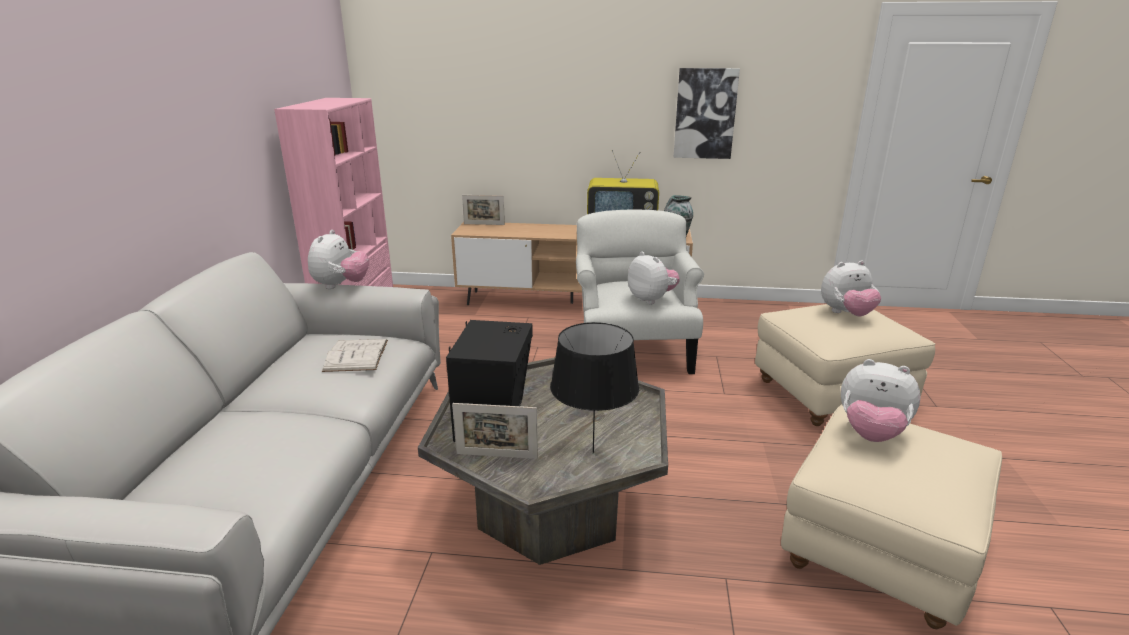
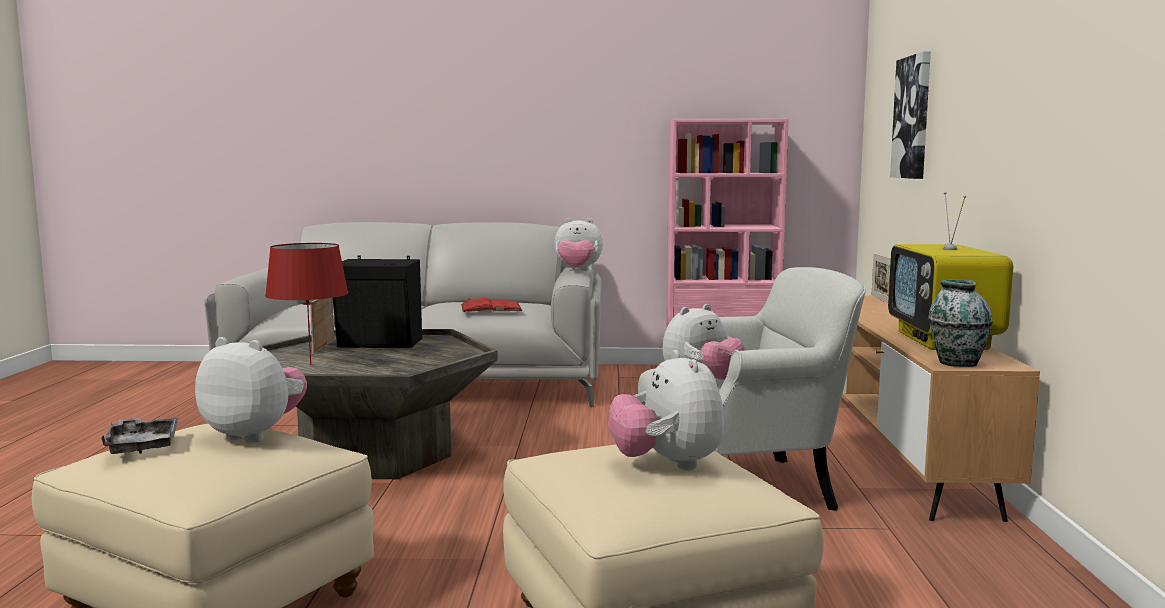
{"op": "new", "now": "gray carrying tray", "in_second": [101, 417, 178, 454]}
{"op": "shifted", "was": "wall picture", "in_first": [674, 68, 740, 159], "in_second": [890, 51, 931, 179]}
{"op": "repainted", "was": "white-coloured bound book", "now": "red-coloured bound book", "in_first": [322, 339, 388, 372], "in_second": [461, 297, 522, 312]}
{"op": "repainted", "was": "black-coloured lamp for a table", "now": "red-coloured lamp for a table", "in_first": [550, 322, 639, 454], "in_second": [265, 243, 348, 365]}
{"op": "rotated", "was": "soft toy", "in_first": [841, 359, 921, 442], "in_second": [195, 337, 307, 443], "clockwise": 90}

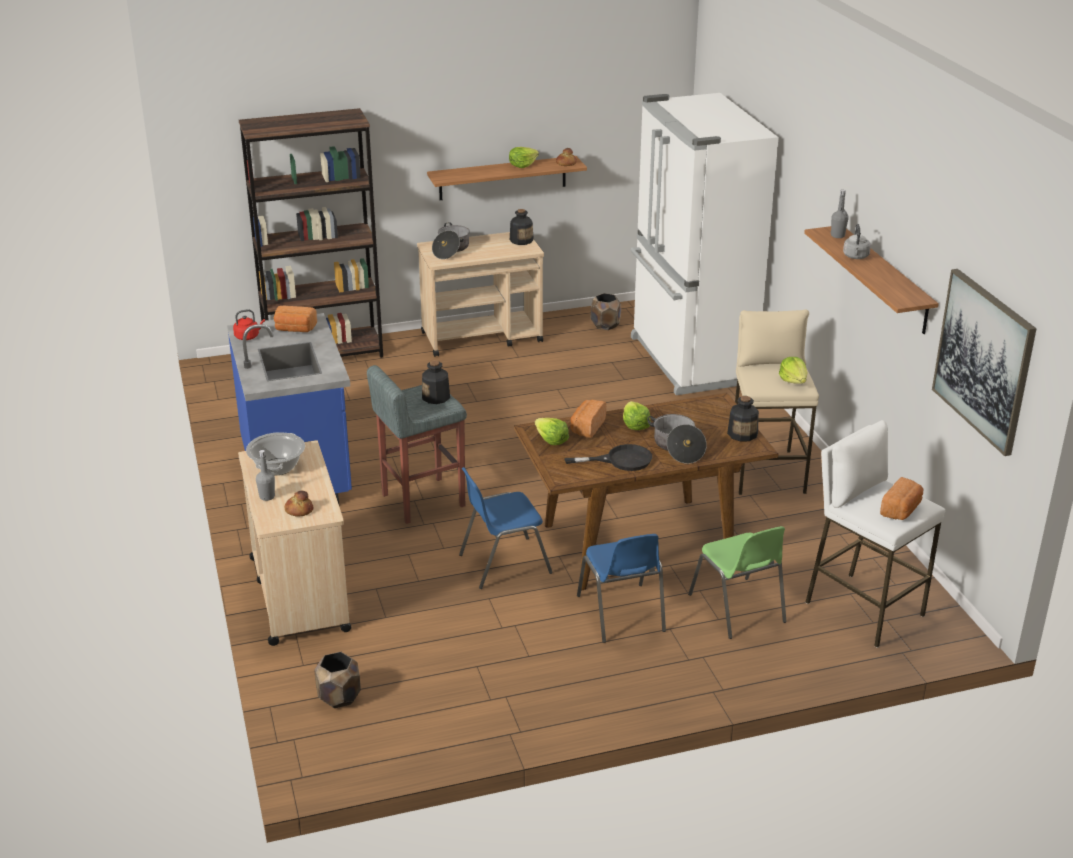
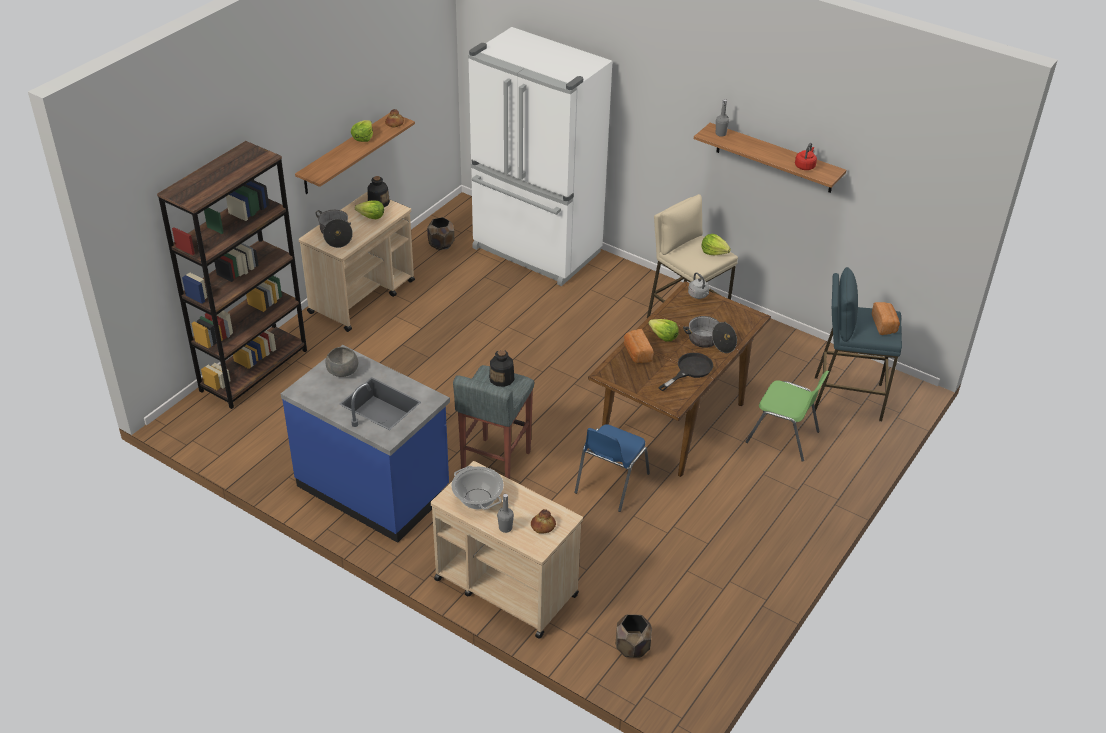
{"op": "gone", "was": "blue upright chair", "in_first": [577, 534, 666, 643]}
{"op": "gone", "was": "beverage bottle", "in_first": [727, 396, 759, 441]}
{"op": "gone", "was": "wall picture", "in_first": [932, 269, 1036, 456]}
{"op": "shifted", "was": "red-coloured tea kettle", "in_first": [233, 309, 265, 340], "in_second": [795, 143, 817, 170]}
{"op": "shifted", "was": "head of lettuce", "in_first": [535, 418, 569, 445], "in_second": [355, 201, 384, 219]}
{"op": "shifted", "was": "gray tea kettle", "in_first": [843, 224, 871, 259], "in_second": [688, 273, 709, 299]}
{"op": "swapped", "was": "baked bread", "now": "gray serving bowl", "in_first": [274, 306, 317, 332], "in_second": [325, 347, 358, 377]}
{"op": "repainted", "was": "white-coloured sitting stool", "now": "blue sitting stool", "in_first": [805, 420, 945, 648], "in_second": [815, 267, 902, 421]}

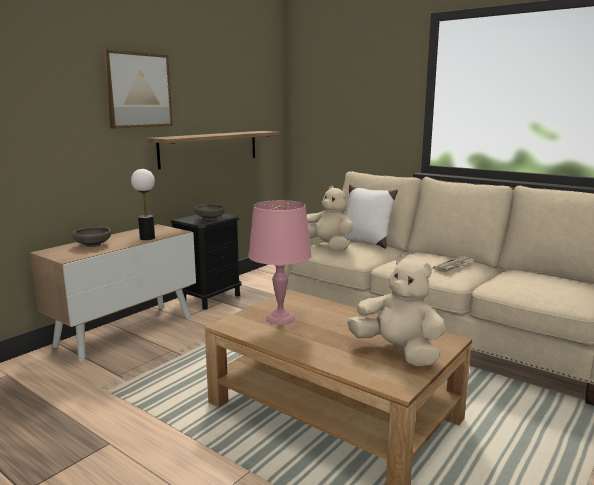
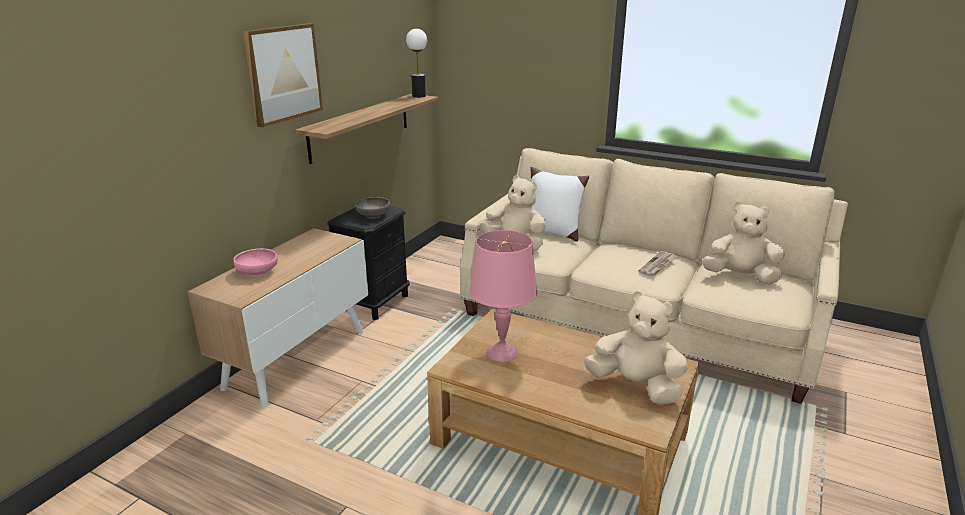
{"op": "new", "now": "beige-coloured soft toy", "in_second": [702, 202, 785, 285]}
{"op": "shifted", "was": "lamp for a table", "in_first": [131, 169, 155, 240], "in_second": [406, 29, 427, 98]}
{"op": "repainted", "was": "gray serving bowl", "now": "pink-coloured serving bowl", "in_first": [73, 227, 111, 247], "in_second": [233, 248, 278, 276]}

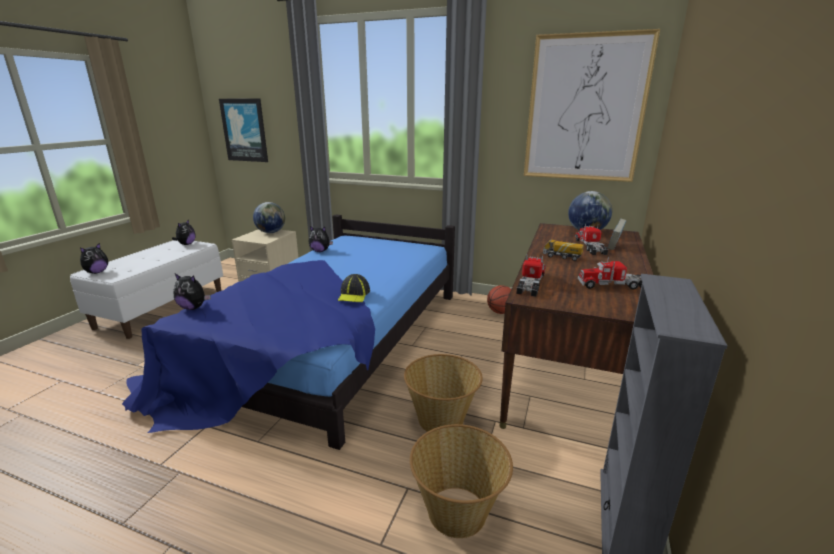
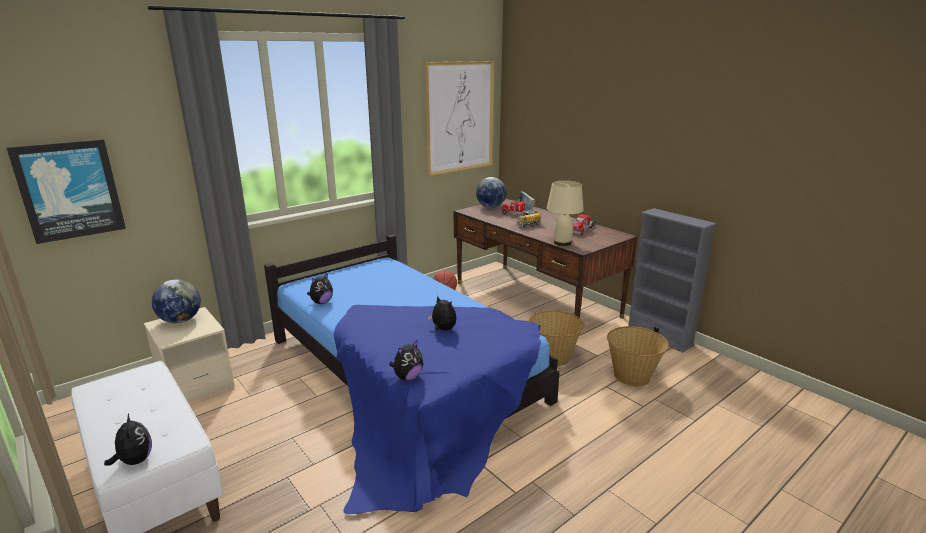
{"op": "gone", "was": "baseball cap", "in_first": [338, 274, 370, 302]}
{"op": "shifted", "was": "soft toy", "in_first": [172, 219, 196, 245], "in_second": [428, 296, 457, 331]}
{"op": "swapped", "was": "toy lorry", "now": "beige-coloured lamp for a table", "in_first": [516, 254, 546, 297], "in_second": [547, 181, 584, 246]}

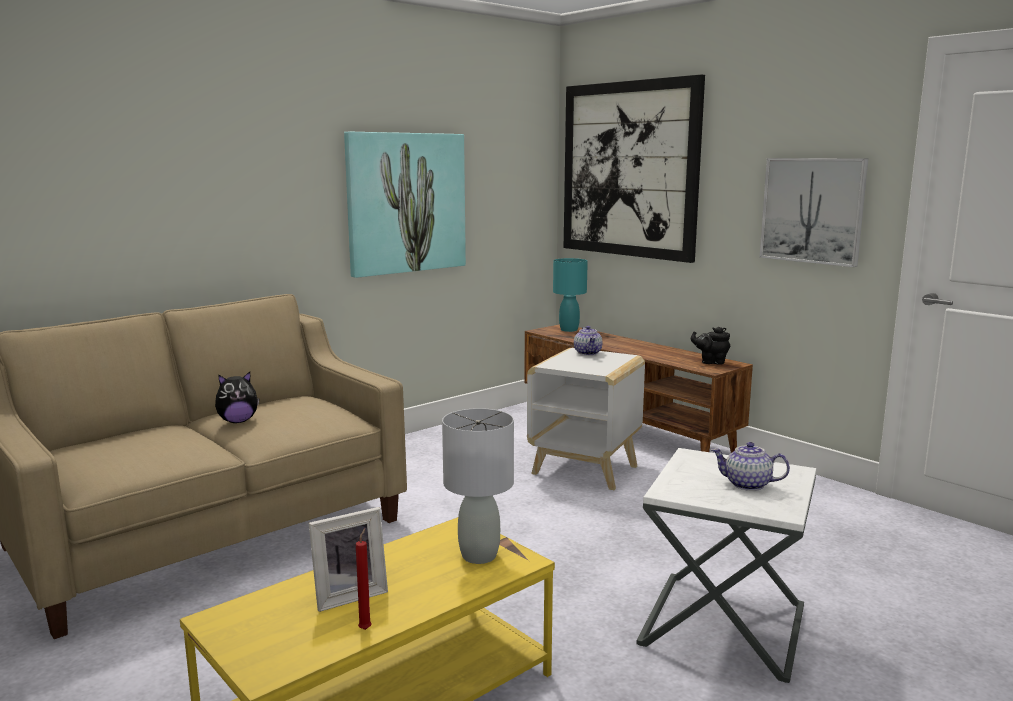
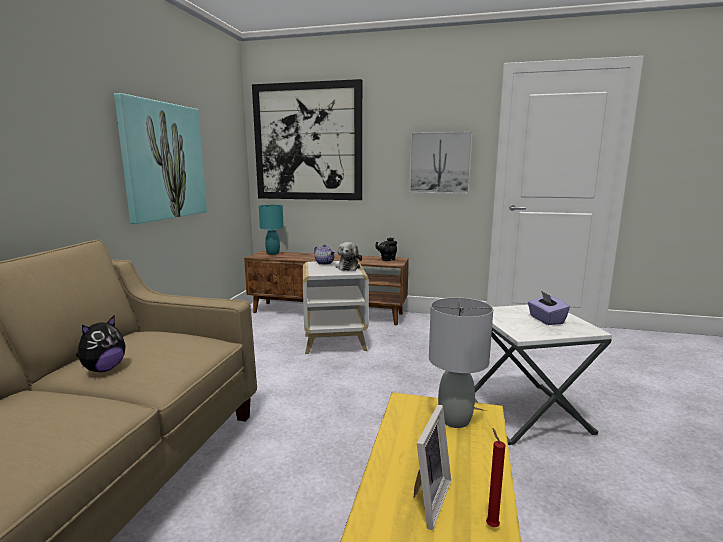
{"op": "new", "now": "soft toy", "in_second": [335, 242, 362, 271]}
{"op": "swapped", "was": "teapot", "now": "purple-coloured tissue box", "in_first": [711, 442, 790, 491], "in_second": [528, 291, 570, 325]}

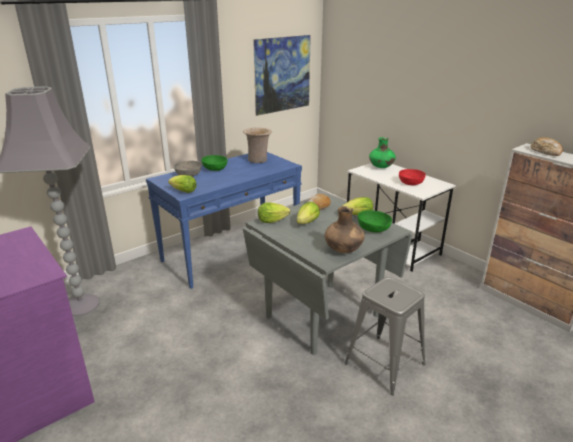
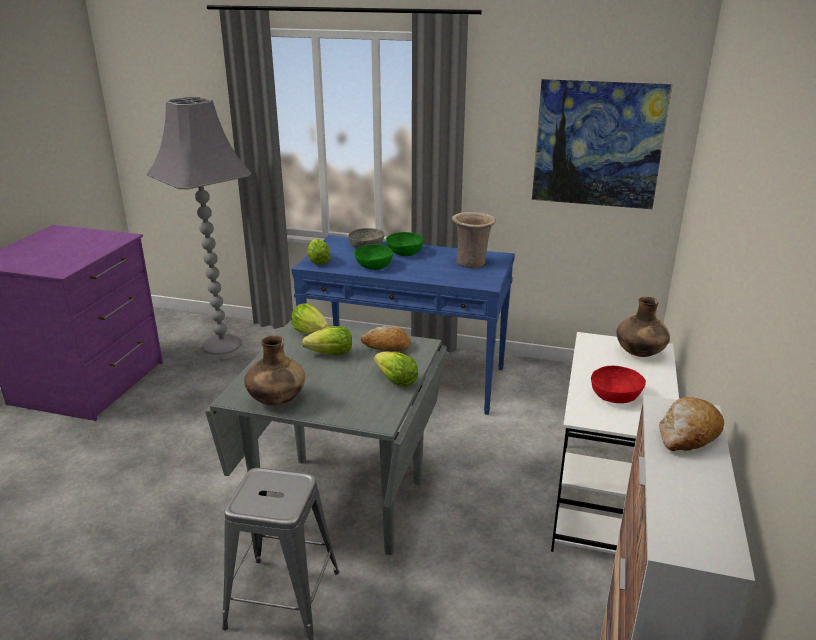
{"op": "shifted", "was": "green serving bowl", "in_first": [358, 210, 392, 233], "in_second": [354, 244, 393, 270]}
{"op": "repainted", "was": "green decorative vase", "now": "brownish decorative vase", "in_first": [369, 137, 396, 168], "in_second": [616, 297, 670, 357]}

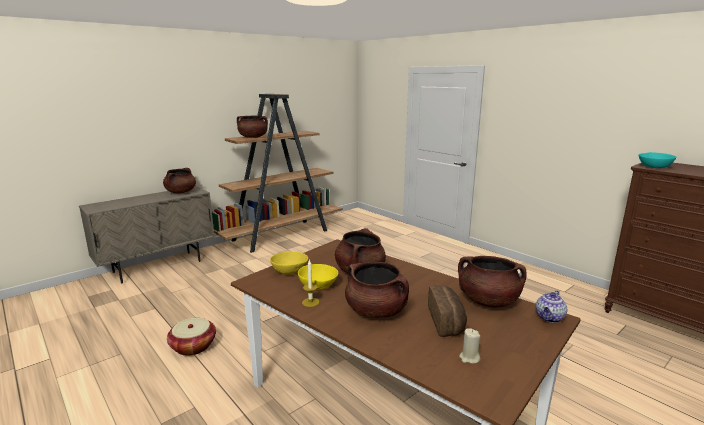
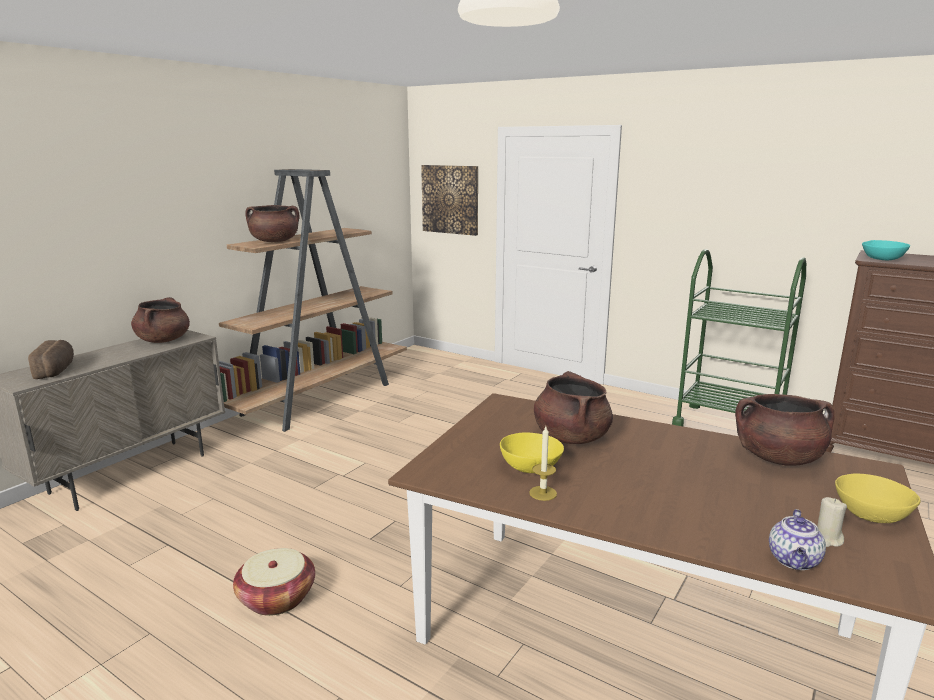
{"op": "gone", "was": "brownish cooking pot", "in_first": [345, 262, 409, 318]}
{"op": "new", "now": "wall picture", "in_second": [421, 165, 478, 236]}
{"op": "new", "now": "green wheeled cart", "in_second": [672, 249, 806, 426]}
{"op": "shifted", "was": "yellowish serving bowl", "in_first": [270, 252, 308, 275], "in_second": [835, 474, 921, 523]}
{"op": "shifted", "was": "baked bread", "in_first": [428, 286, 467, 337], "in_second": [28, 340, 74, 379]}
{"op": "shifted", "was": "teapot", "in_first": [535, 290, 567, 323], "in_second": [769, 509, 826, 570]}

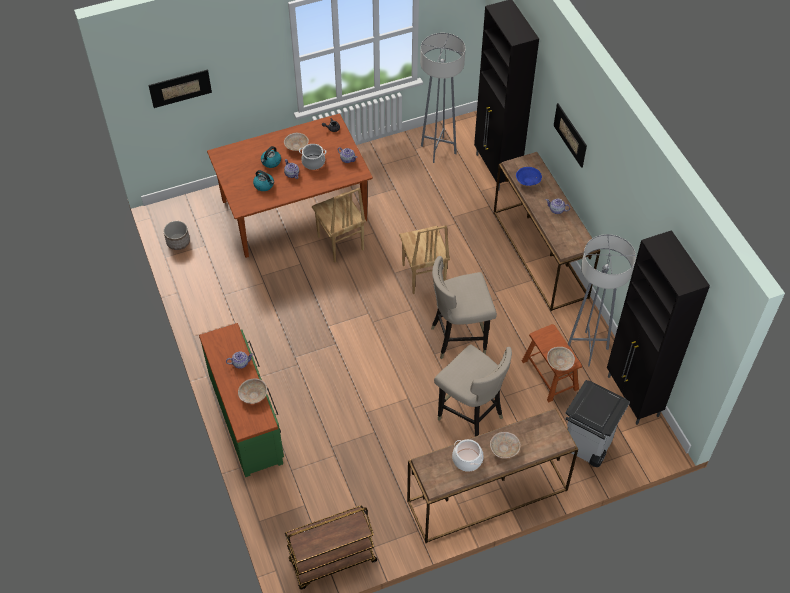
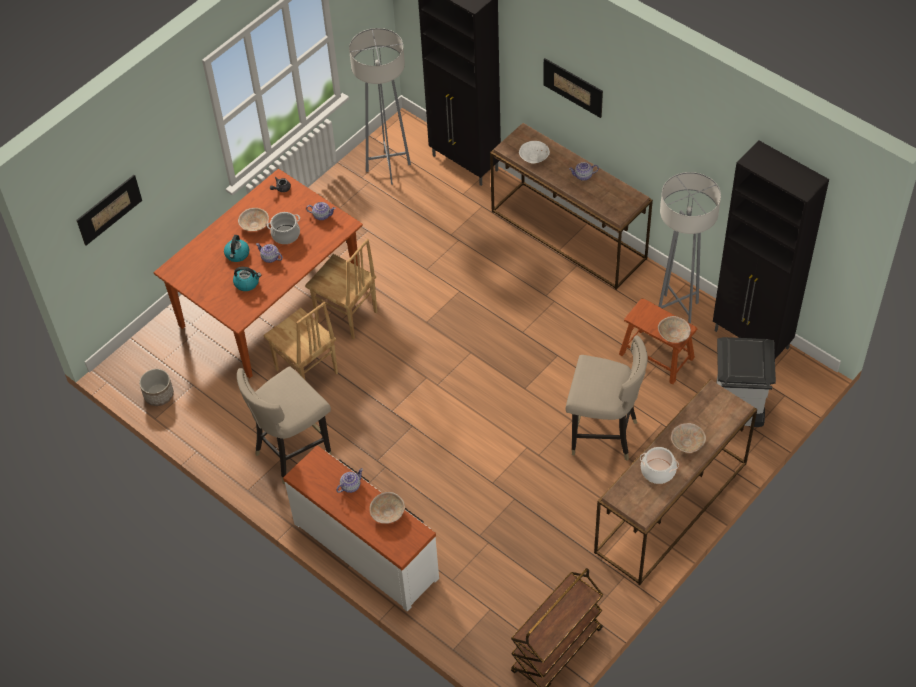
{"op": "shifted", "was": "brownish upright chair", "in_first": [399, 225, 450, 294], "in_second": [263, 302, 338, 380]}
{"op": "shifted", "was": "beige-coloured sitting stool", "in_first": [431, 256, 497, 359], "in_second": [237, 367, 332, 484]}
{"op": "repainted", "was": "green dresser", "now": "white-coloured dresser", "in_first": [199, 323, 284, 477], "in_second": [283, 445, 439, 612]}
{"op": "repainted", "was": "blue serving bowl", "now": "white-coloured serving bowl", "in_first": [516, 167, 542, 186], "in_second": [519, 141, 550, 164]}

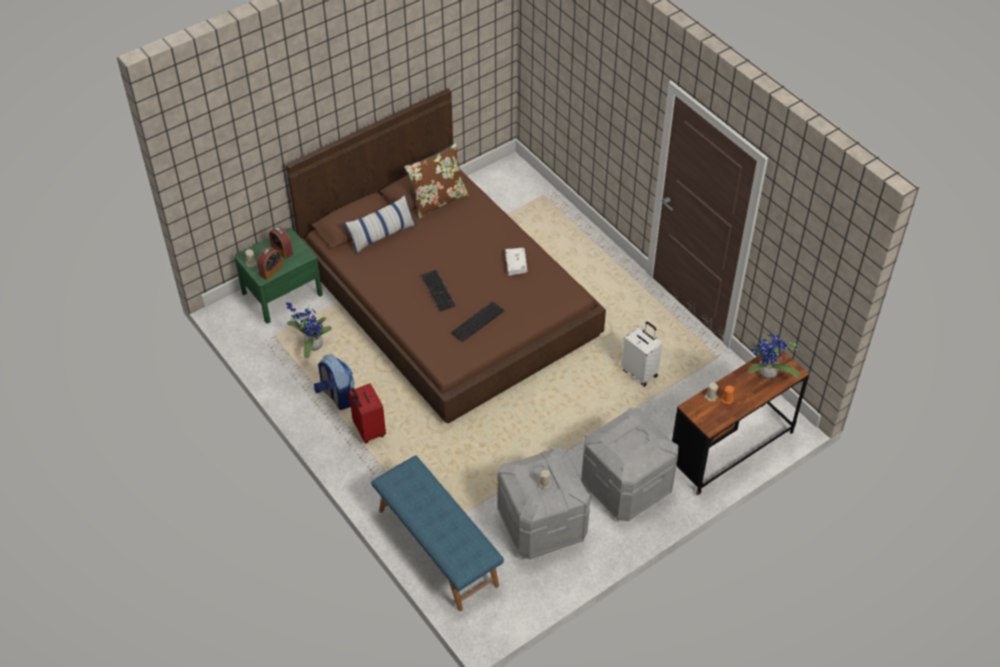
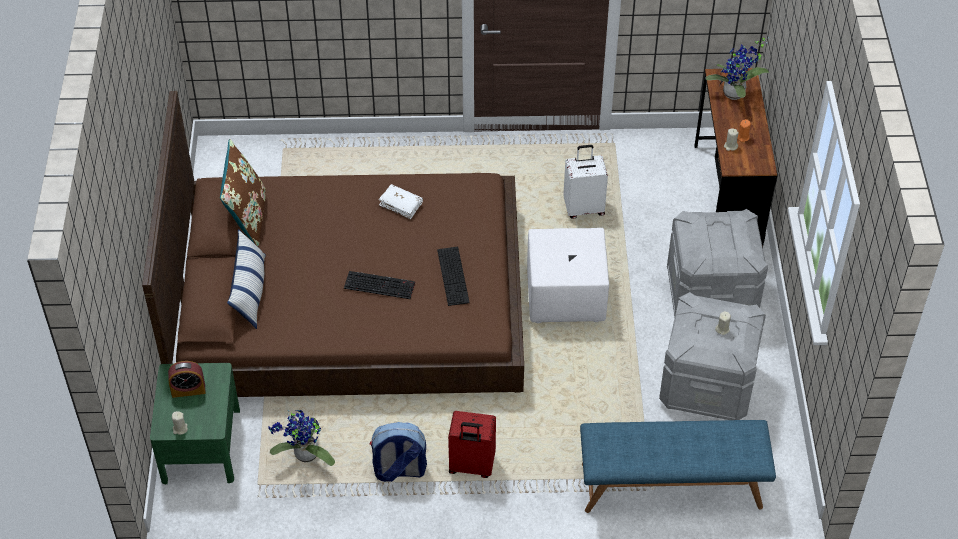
{"op": "gone", "was": "alarm clock", "in_first": [257, 247, 283, 280]}
{"op": "new", "now": "white-coloured ottoman", "in_second": [527, 228, 609, 323]}

